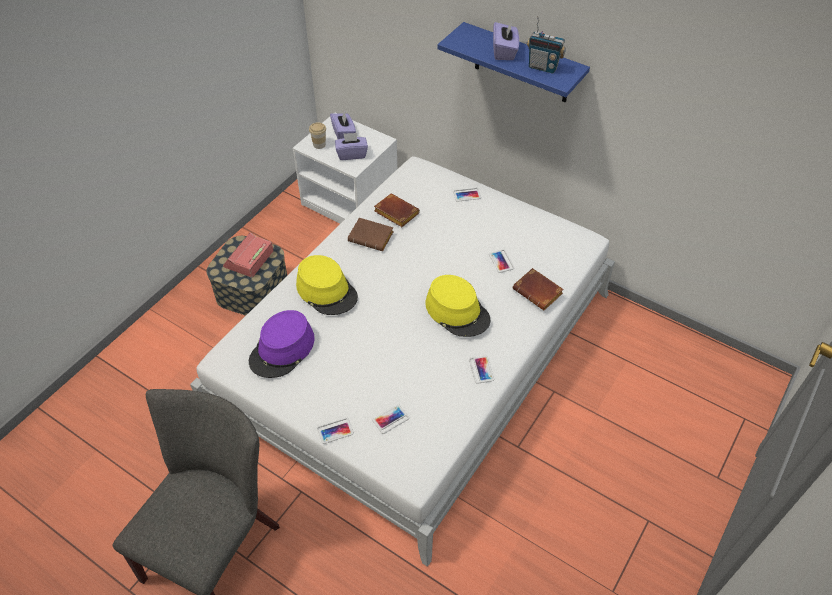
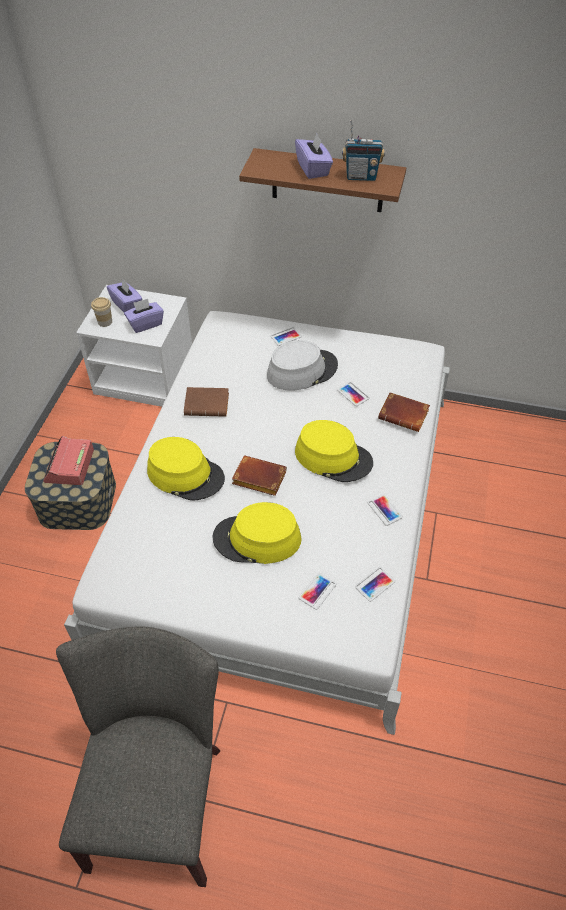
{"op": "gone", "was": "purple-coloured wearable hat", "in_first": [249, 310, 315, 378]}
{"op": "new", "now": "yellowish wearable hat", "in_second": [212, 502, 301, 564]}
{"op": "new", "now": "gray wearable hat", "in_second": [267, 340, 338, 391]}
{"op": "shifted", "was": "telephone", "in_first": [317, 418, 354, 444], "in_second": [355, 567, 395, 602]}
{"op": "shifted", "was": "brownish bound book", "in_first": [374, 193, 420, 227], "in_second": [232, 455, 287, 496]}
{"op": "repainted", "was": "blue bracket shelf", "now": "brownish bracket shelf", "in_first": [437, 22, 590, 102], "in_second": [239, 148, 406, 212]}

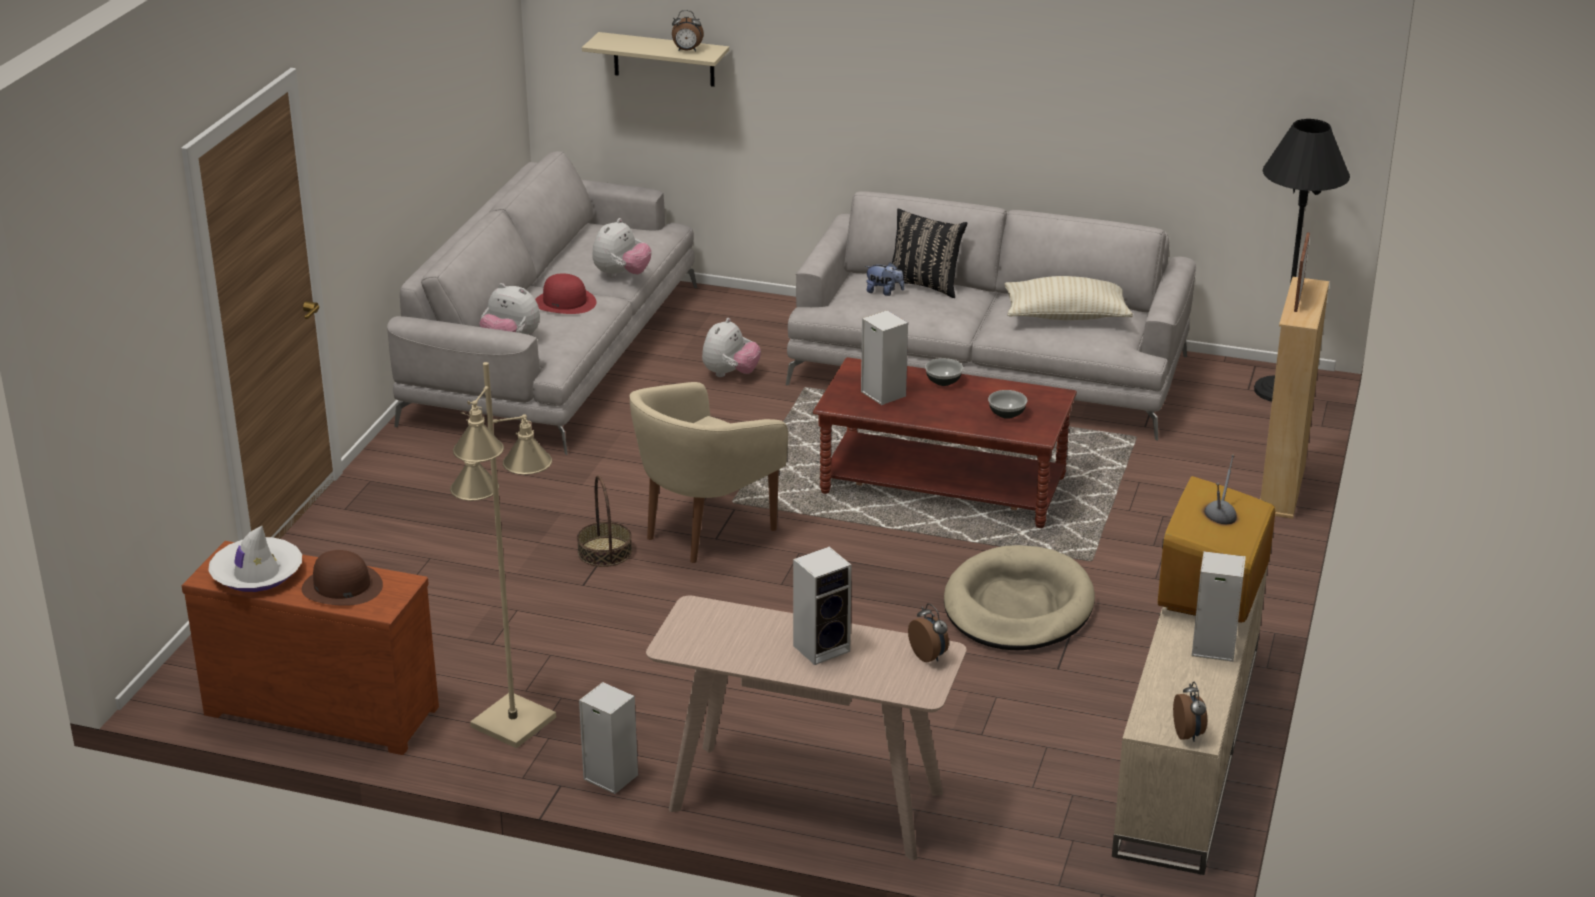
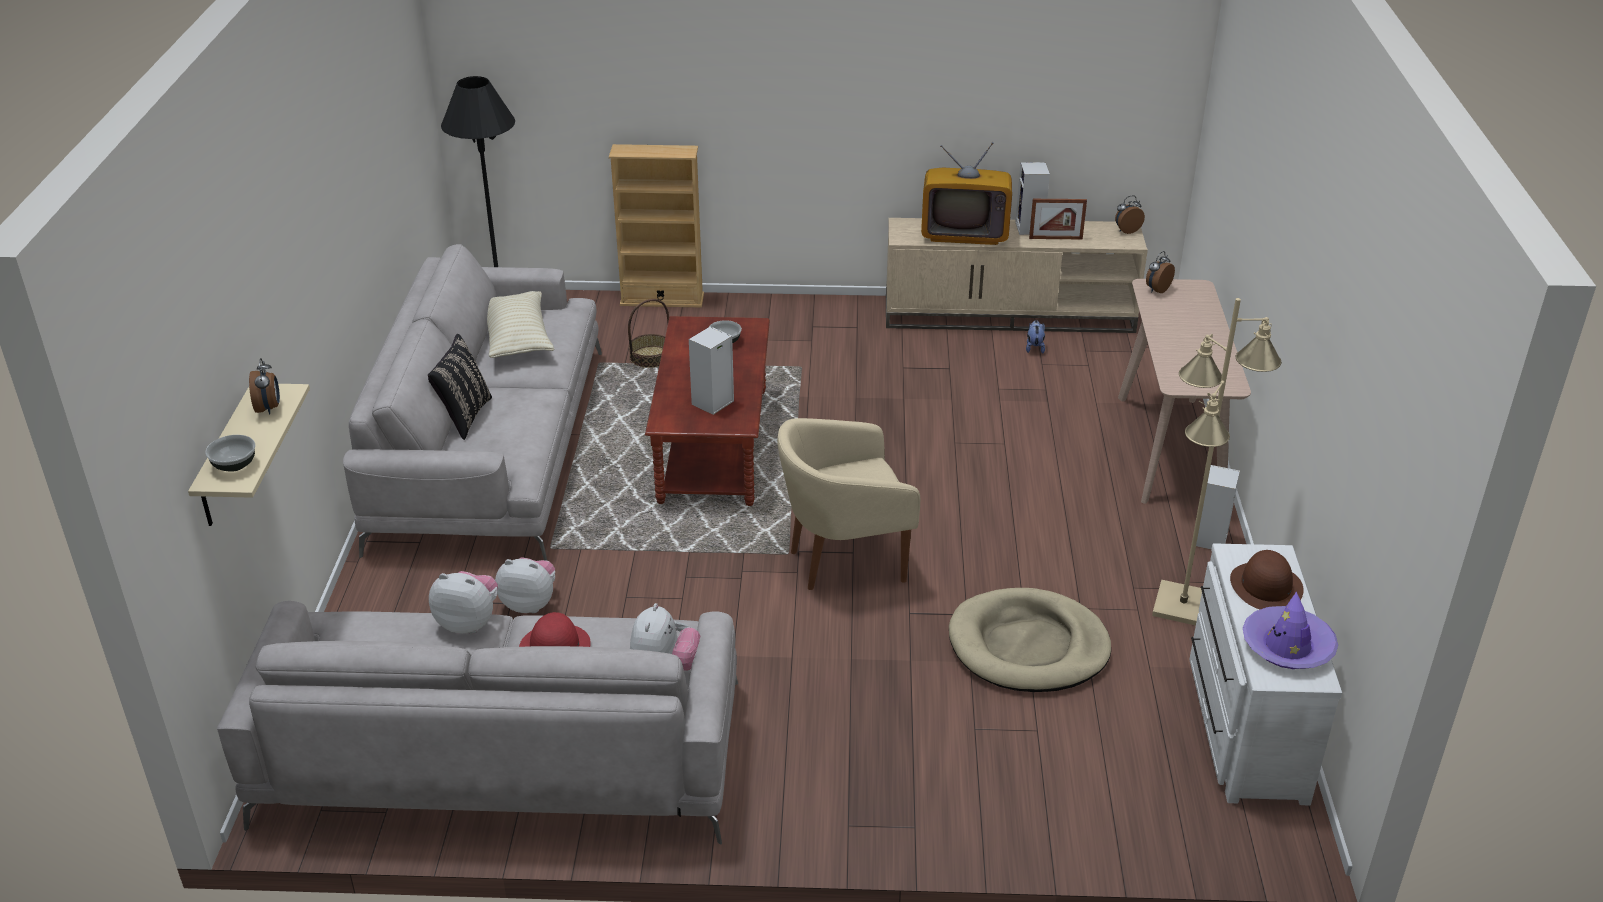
{"op": "gone", "was": "loudspeaker", "in_first": [793, 547, 851, 665]}
{"op": "shifted", "was": "storage basket", "in_first": [577, 475, 632, 567], "in_second": [628, 299, 669, 368]}
{"op": "shifted", "was": "soft toy", "in_first": [865, 262, 904, 296], "in_second": [1026, 320, 1045, 353]}
{"op": "shifted", "was": "serving bowl", "in_first": [925, 358, 963, 386], "in_second": [205, 435, 255, 472]}
{"op": "shifted", "was": "beige-coloured pet bed", "in_first": [944, 545, 1095, 650], "in_second": [949, 588, 1111, 692]}
{"op": "shifted", "was": "standing frame", "in_first": [1294, 232, 1310, 312], "in_second": [1029, 199, 1087, 239]}
{"op": "repainted", "was": "brownish dresser", "now": "white-coloured dresser", "in_first": [181, 541, 439, 755], "in_second": [1189, 543, 1342, 805]}
{"op": "repainted", "was": "white-coloured wearable hat", "now": "purple-coloured wearable hat", "in_first": [208, 526, 302, 592], "in_second": [1243, 591, 1338, 669]}
{"op": "rotated", "was": "beige-coloured armchair", "in_first": [630, 382, 788, 563], "in_second": [777, 418, 920, 590], "clockwise": 135}

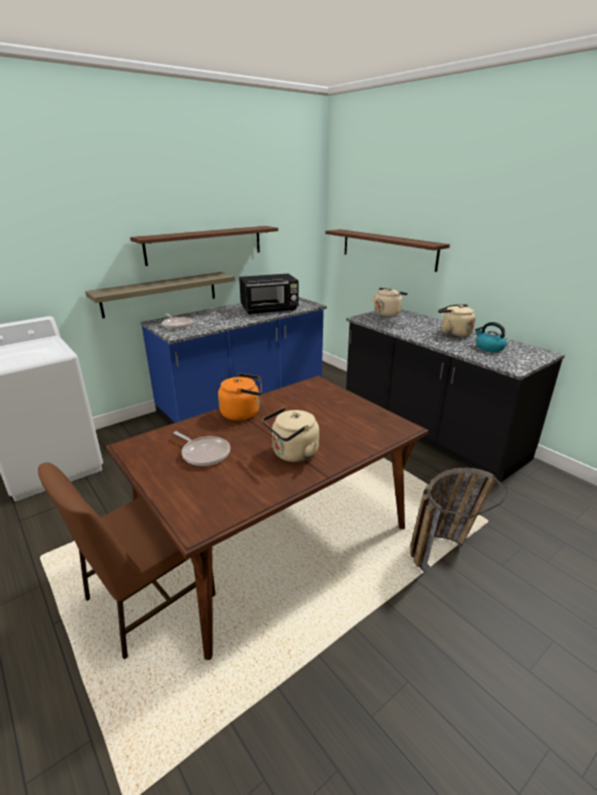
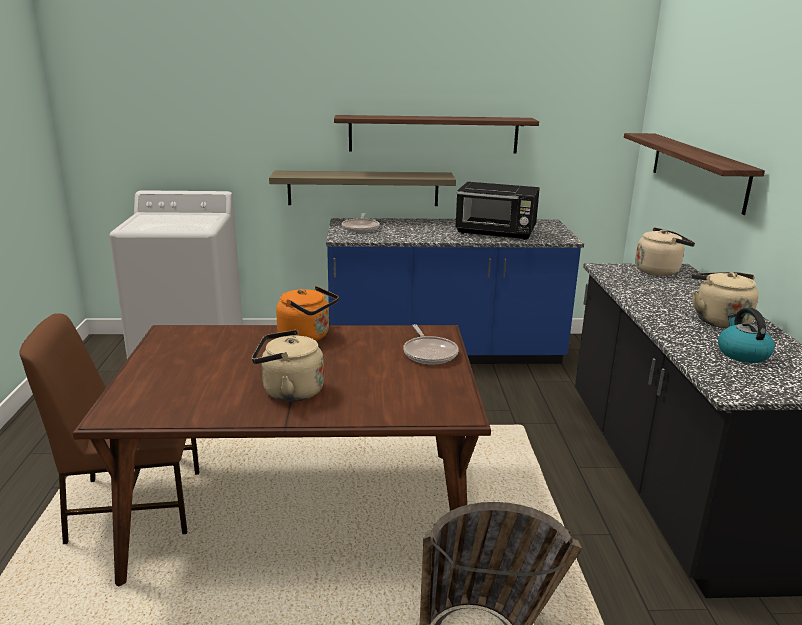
{"op": "shifted", "was": "pan", "in_first": [174, 431, 230, 466], "in_second": [403, 324, 459, 365]}

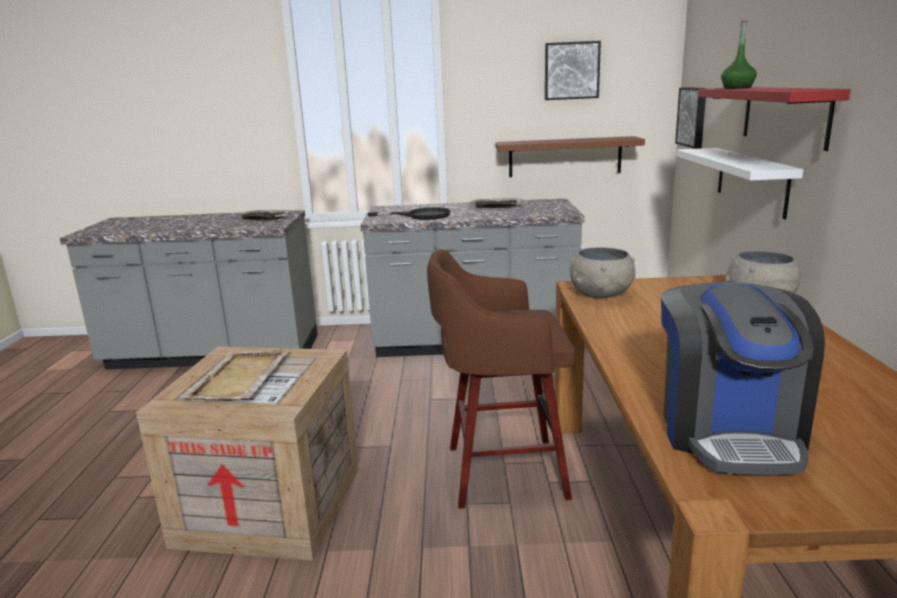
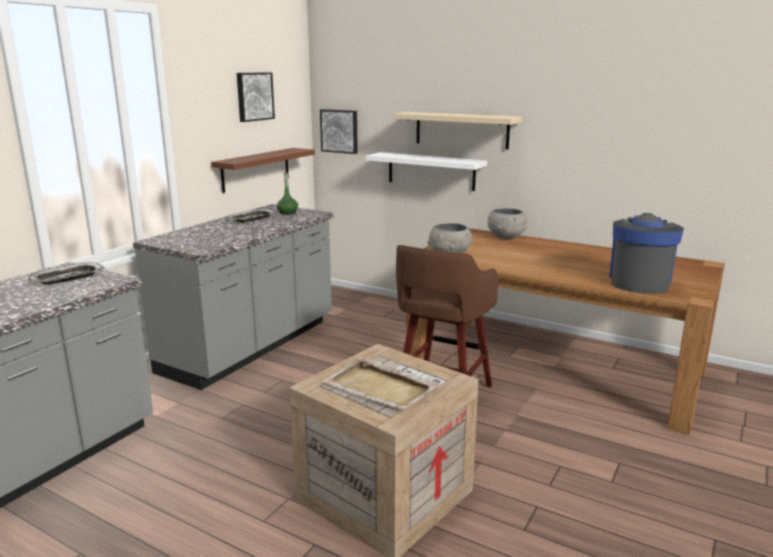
{"op": "gone", "was": "black-coloured pan", "in_first": [368, 207, 451, 220]}
{"op": "shifted", "was": "green beverage bottle", "in_first": [721, 20, 757, 89], "in_second": [277, 173, 298, 215]}
{"op": "repainted", "was": "red-coloured bracket shelf", "now": "beige-coloured bracket shelf", "in_first": [698, 87, 850, 151], "in_second": [393, 112, 522, 150]}
{"op": "rotated", "was": "coffee maker", "in_first": [661, 282, 825, 475], "in_second": [609, 213, 684, 294], "clockwise": -105}

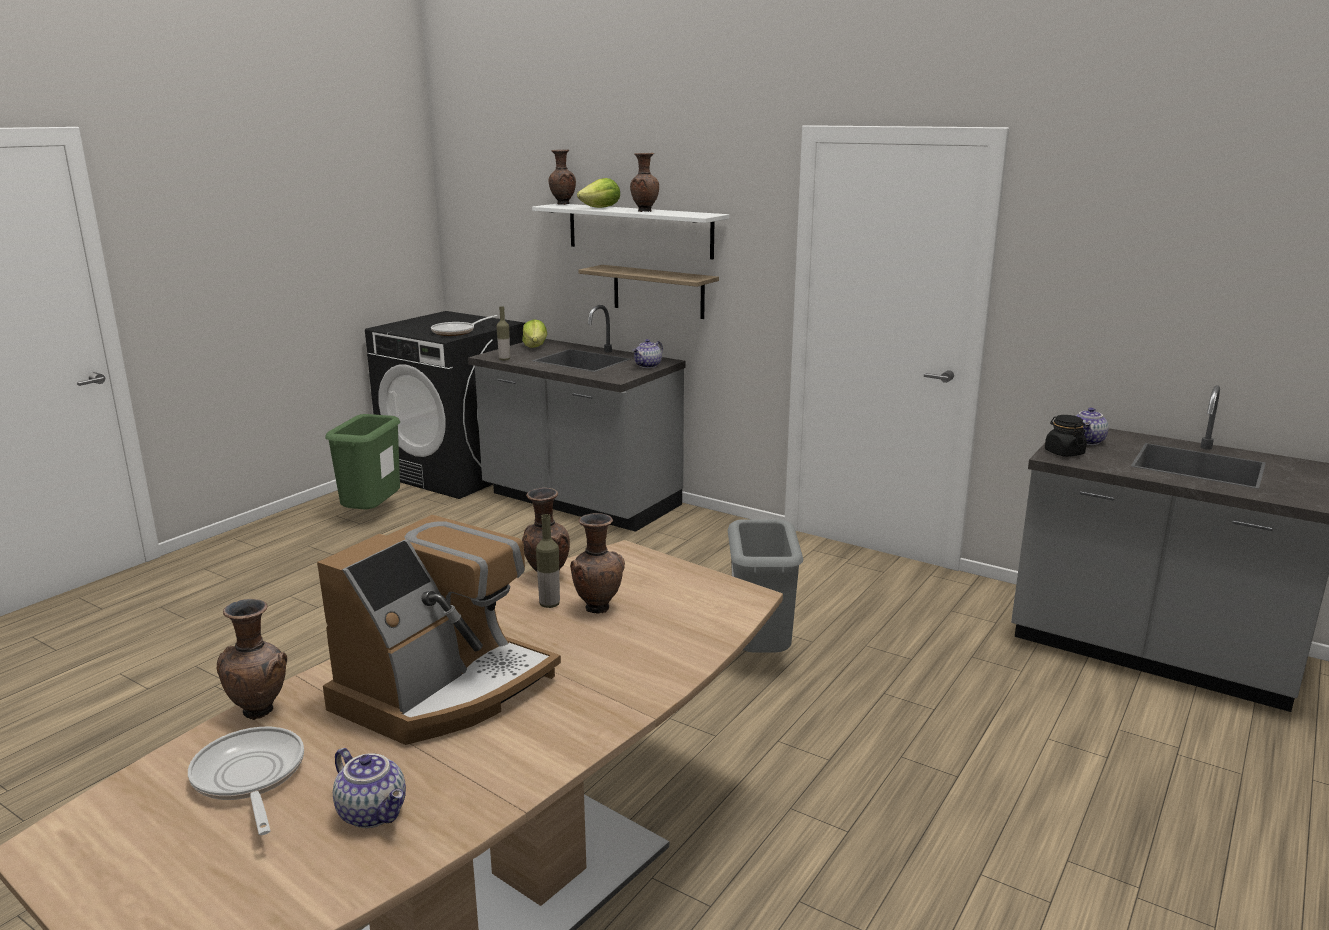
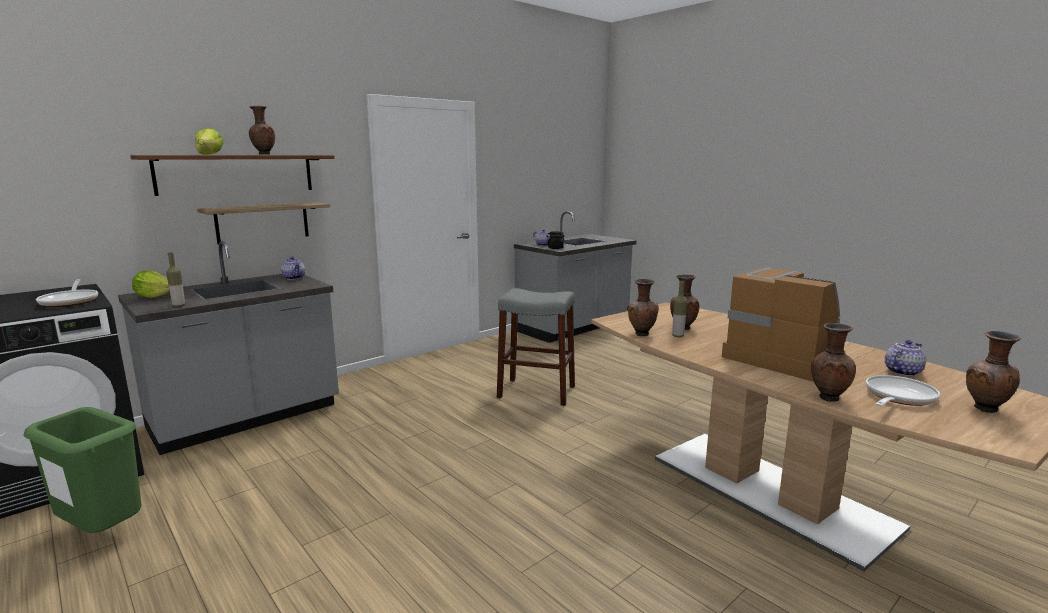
{"op": "shifted", "was": "brownish decorative vase", "in_first": [548, 149, 576, 205], "in_second": [966, 331, 1021, 413]}
{"op": "swapped", "was": "gray waste bin", "now": "gray sitting stool", "in_first": [728, 519, 803, 653], "in_second": [497, 288, 575, 406]}
{"op": "repainted", "was": "white-coloured bracket shelf", "now": "brownish bracket shelf", "in_first": [532, 204, 729, 259], "in_second": [130, 155, 335, 196]}
{"op": "rotated", "was": "pan", "in_first": [188, 727, 304, 835], "in_second": [866, 375, 940, 407], "clockwise": 150}

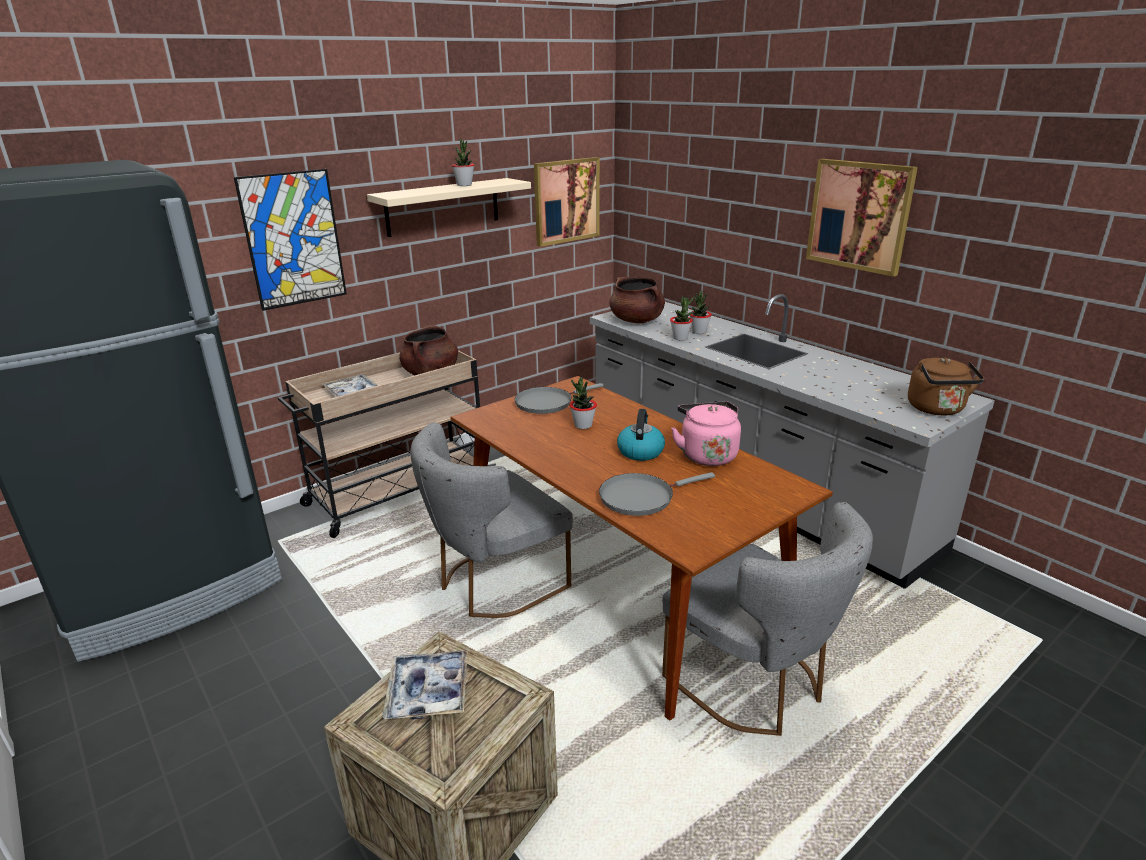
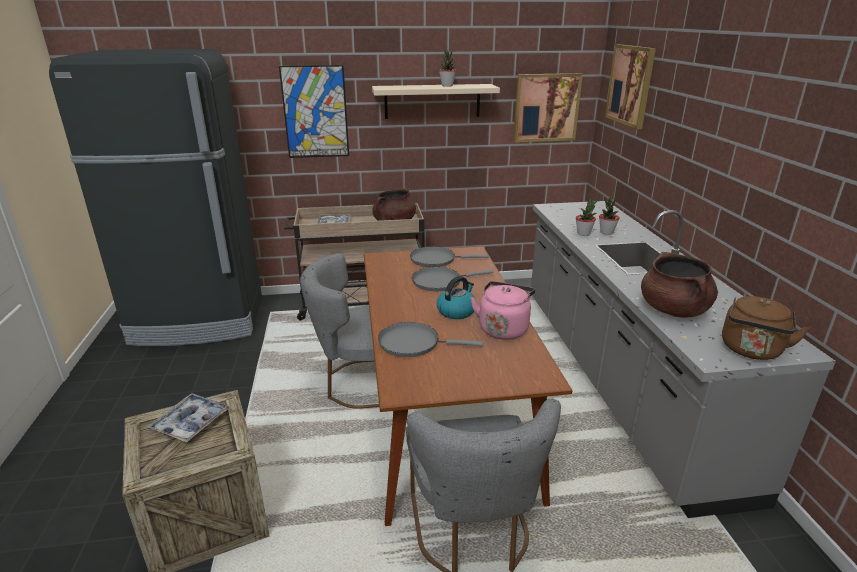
{"op": "shifted", "was": "brownish cooking pot", "in_first": [610, 277, 665, 324], "in_second": [641, 252, 718, 318]}
{"op": "shifted", "was": "wall picture", "in_first": [806, 159, 918, 277], "in_second": [605, 44, 656, 129]}
{"op": "swapped", "was": "plant in a pot", "now": "gray pan", "in_first": [570, 377, 597, 429], "in_second": [412, 267, 494, 291]}

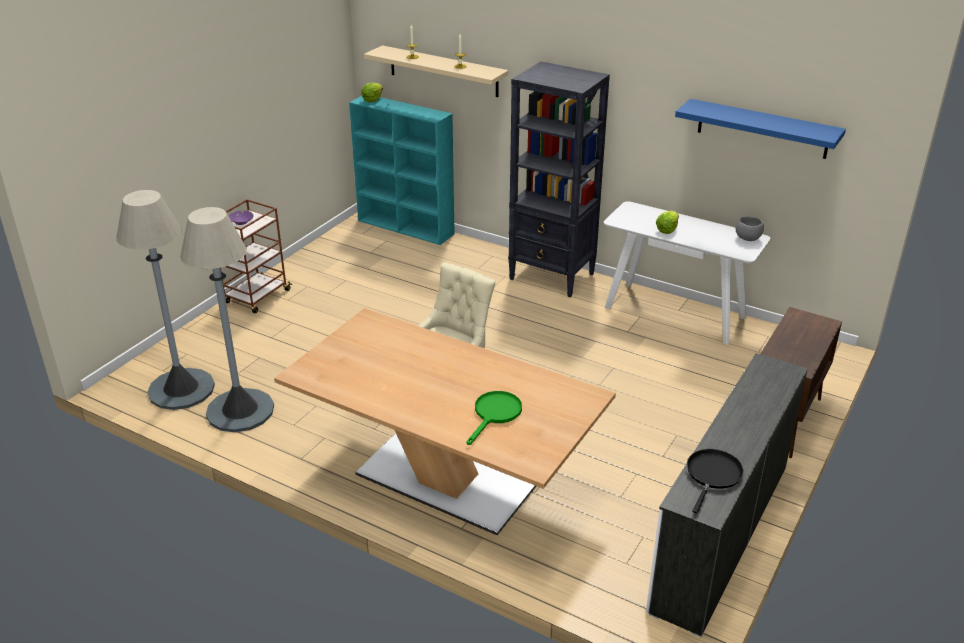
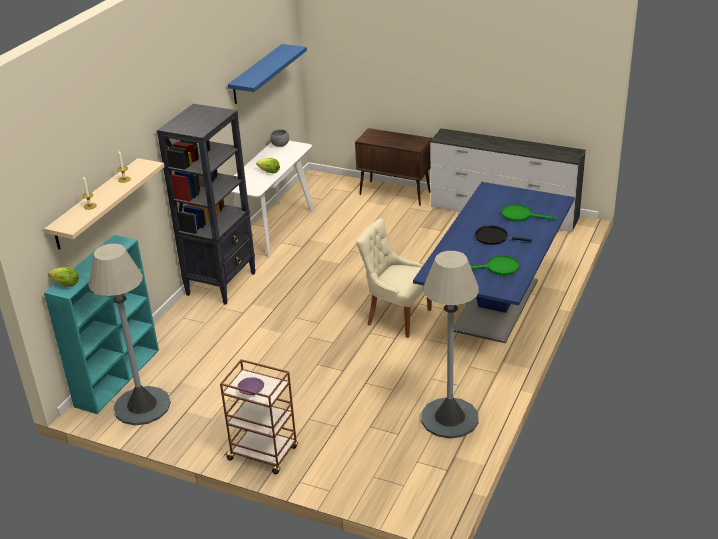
{"op": "new", "now": "green pan", "in_second": [471, 256, 519, 275]}
{"op": "shifted", "was": "gray standing lamp", "in_first": [117, 190, 215, 410], "in_second": [88, 244, 171, 425]}
{"op": "shifted", "was": "black-coloured pan", "in_first": [687, 449, 744, 514], "in_second": [475, 226, 532, 245]}
{"op": "repainted", "was": "beige-coloured dinner table", "now": "blue dinner table", "in_first": [274, 308, 616, 535], "in_second": [413, 182, 575, 343]}

